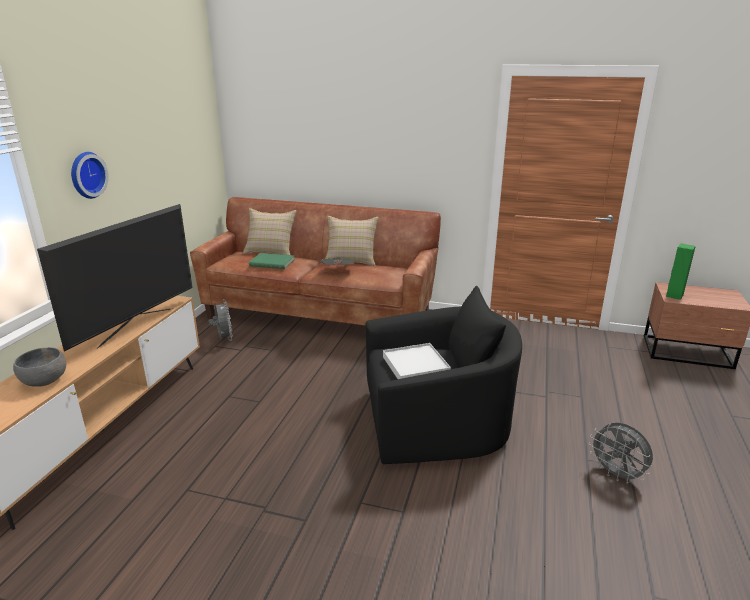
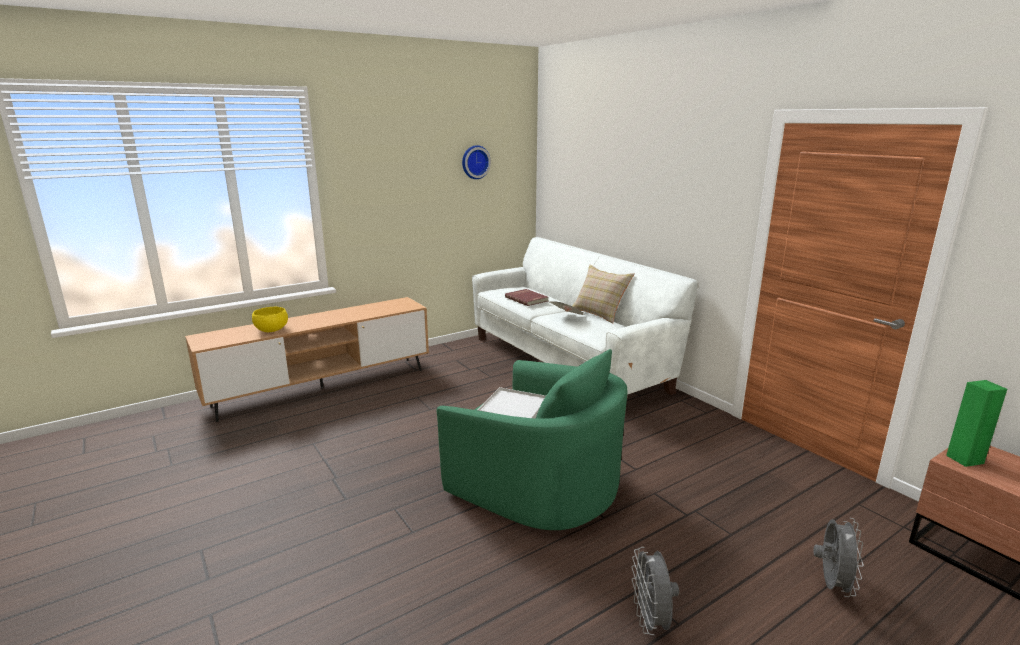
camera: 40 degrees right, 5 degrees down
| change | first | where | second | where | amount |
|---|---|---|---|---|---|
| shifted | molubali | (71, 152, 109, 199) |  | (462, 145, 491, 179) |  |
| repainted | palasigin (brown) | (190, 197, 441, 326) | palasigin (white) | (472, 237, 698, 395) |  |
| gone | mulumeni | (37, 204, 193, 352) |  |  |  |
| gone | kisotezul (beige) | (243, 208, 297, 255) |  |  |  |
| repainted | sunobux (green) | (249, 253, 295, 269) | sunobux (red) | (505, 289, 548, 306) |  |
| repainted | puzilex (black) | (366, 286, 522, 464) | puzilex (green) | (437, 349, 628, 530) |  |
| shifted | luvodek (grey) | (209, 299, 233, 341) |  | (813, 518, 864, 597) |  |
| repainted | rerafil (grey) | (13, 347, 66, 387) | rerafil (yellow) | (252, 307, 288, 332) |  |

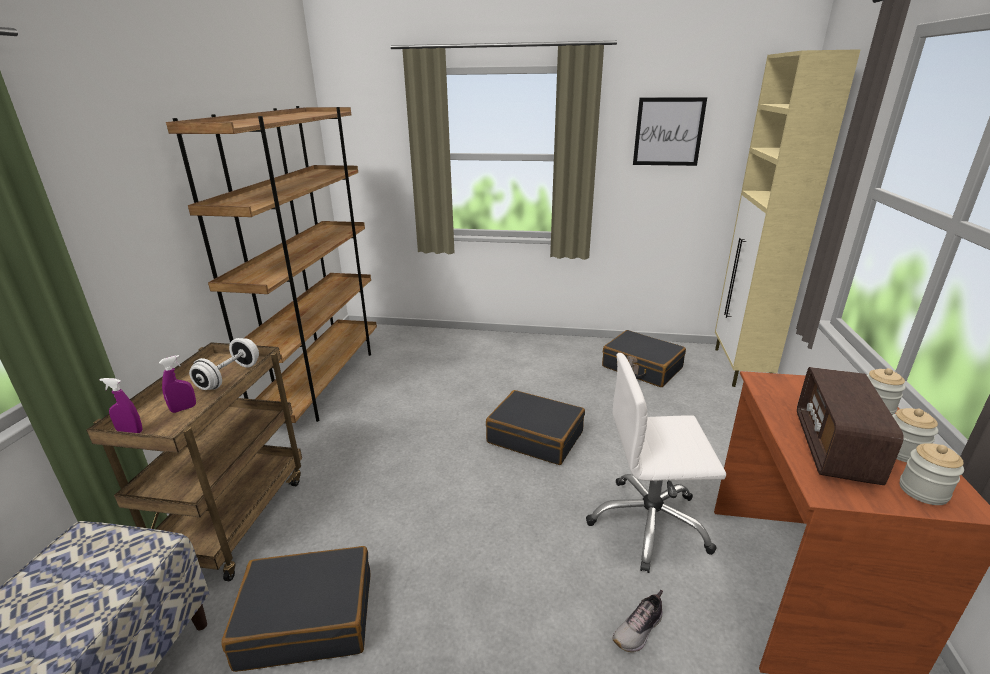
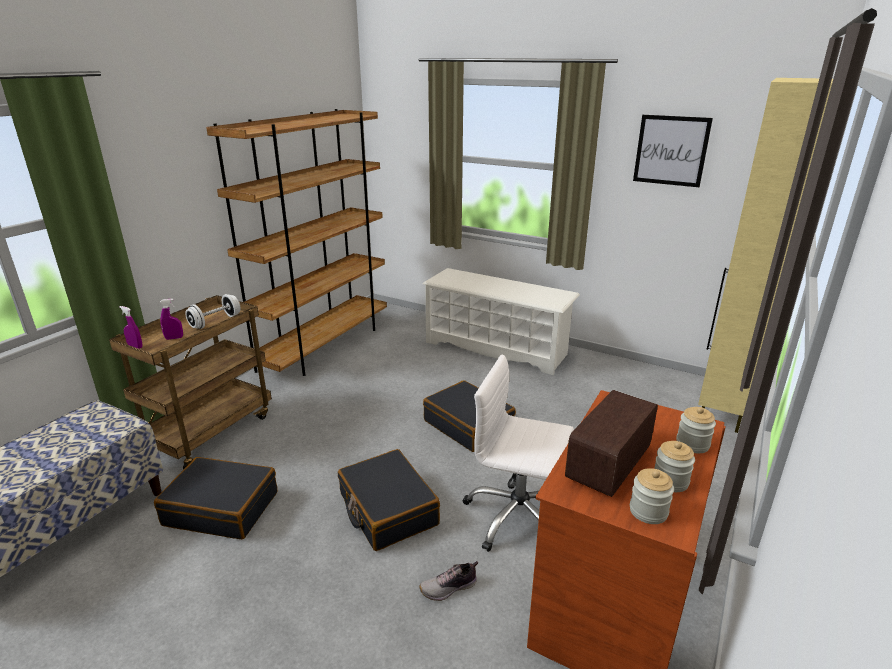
camera: 20 degrees right, 0 degrees up
| change | first | where | second | where | amount |
|---|---|---|---|---|---|
| shifted | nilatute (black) | (602, 330, 686, 387) |  | (338, 449, 440, 551) |  |
| new |  |  | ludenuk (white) | (422, 268, 580, 375) |  |

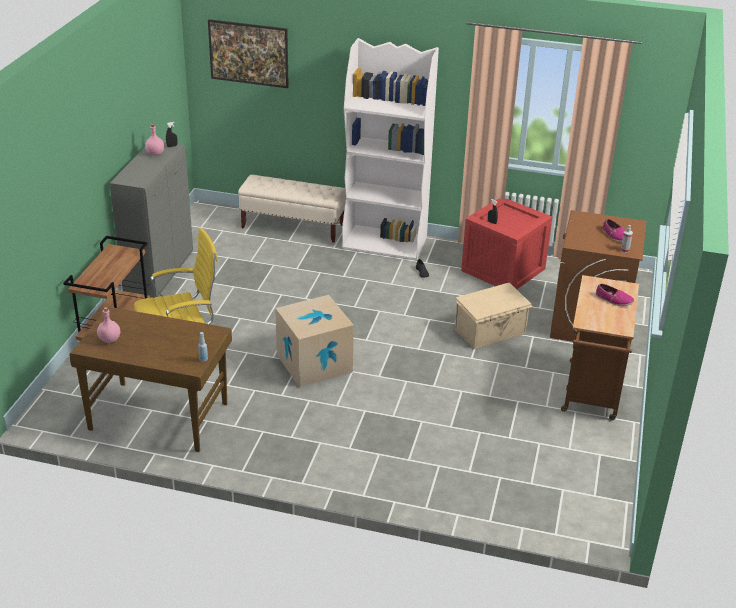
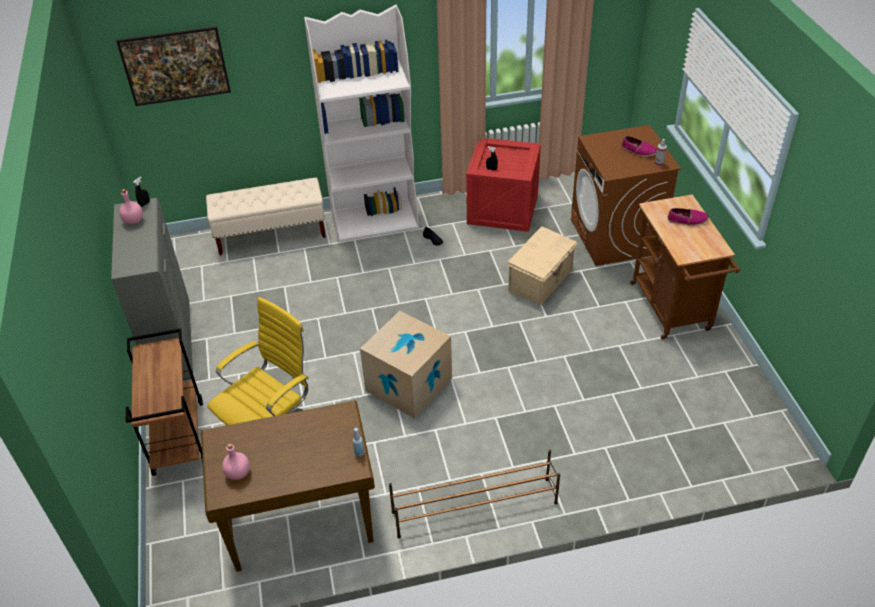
camera: 25 degrees left, 10 degrees up
| change | first | where | second | where | amount |
|---|---|---|---|---|---|
| new |  |  | ludenuk (brown) | (389, 450, 560, 538) |  |

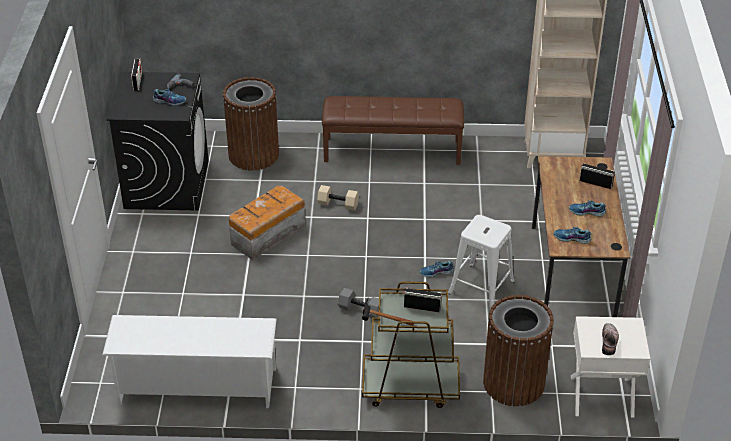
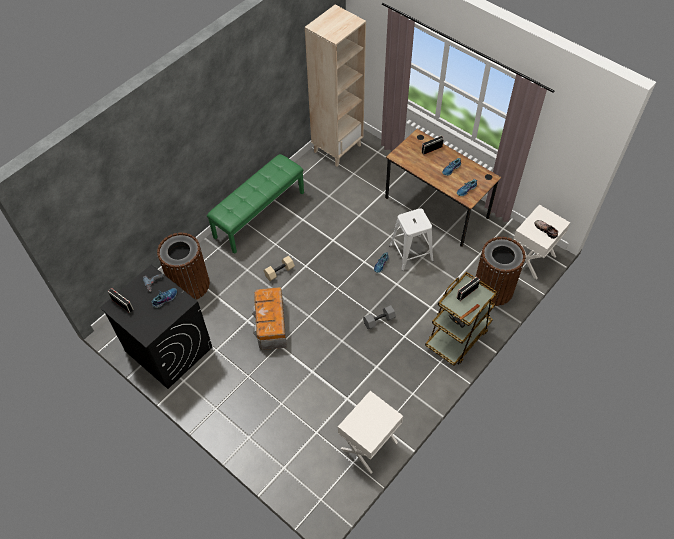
camera: 50 degrees left, 15 degrees up
| change | first | where | second | where | amount |
|---|---|---|---|---|---|
| repainted | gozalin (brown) | (322, 96, 464, 165) | gozalin (green) | (207, 154, 304, 254) |  |
| swapped | ludenuk (white) | (102, 315, 277, 408) | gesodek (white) | (338, 391, 403, 474) |  |

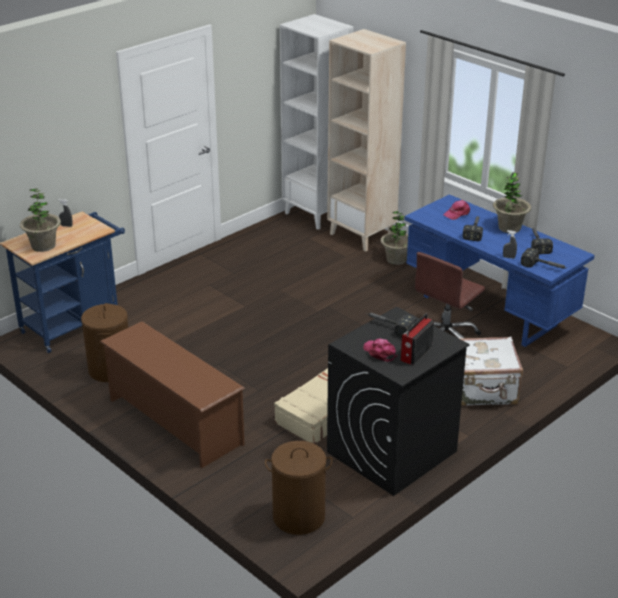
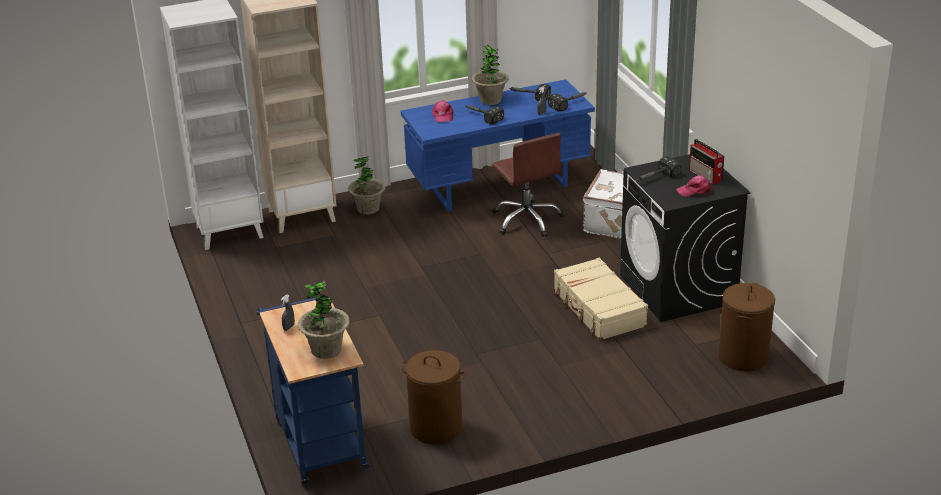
camera: 65 degrees left, 0 degrees up
| change | first | where | second | where | amount |
|---|---|---|---|---|---|
| gone | ludenuk (brown) | (100, 321, 245, 468) |  |  |  |

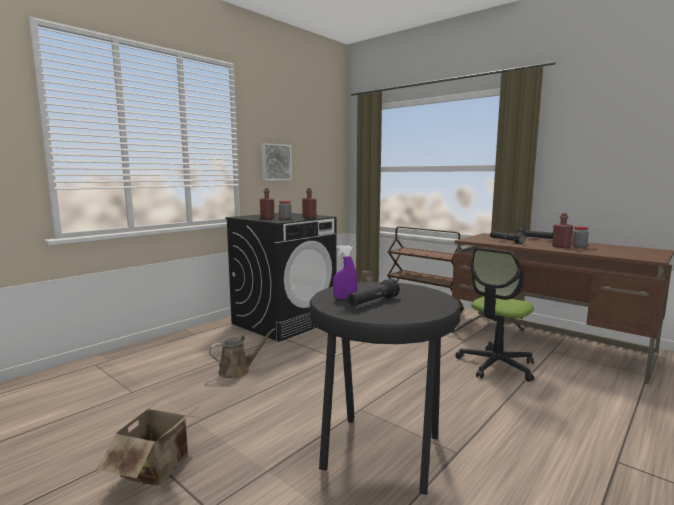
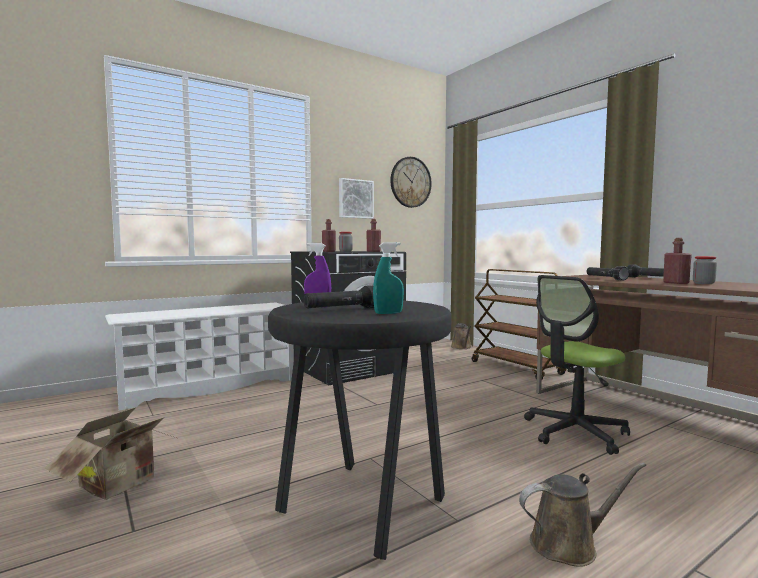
camera: 15 degrees right, 5 degrees down
| change | first | where | second | where | amount |
|---|---|---|---|---|---|
| shifted | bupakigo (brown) | (209, 328, 275, 378) |  | (519, 463, 646, 567) |  |
| new |  |  | molubali | (390, 157, 432, 208) |  |
| new |  |  | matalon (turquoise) | (373, 242, 404, 314) |  |
| new |  |  | ludenuk (white) | (105, 303, 294, 411) |  |

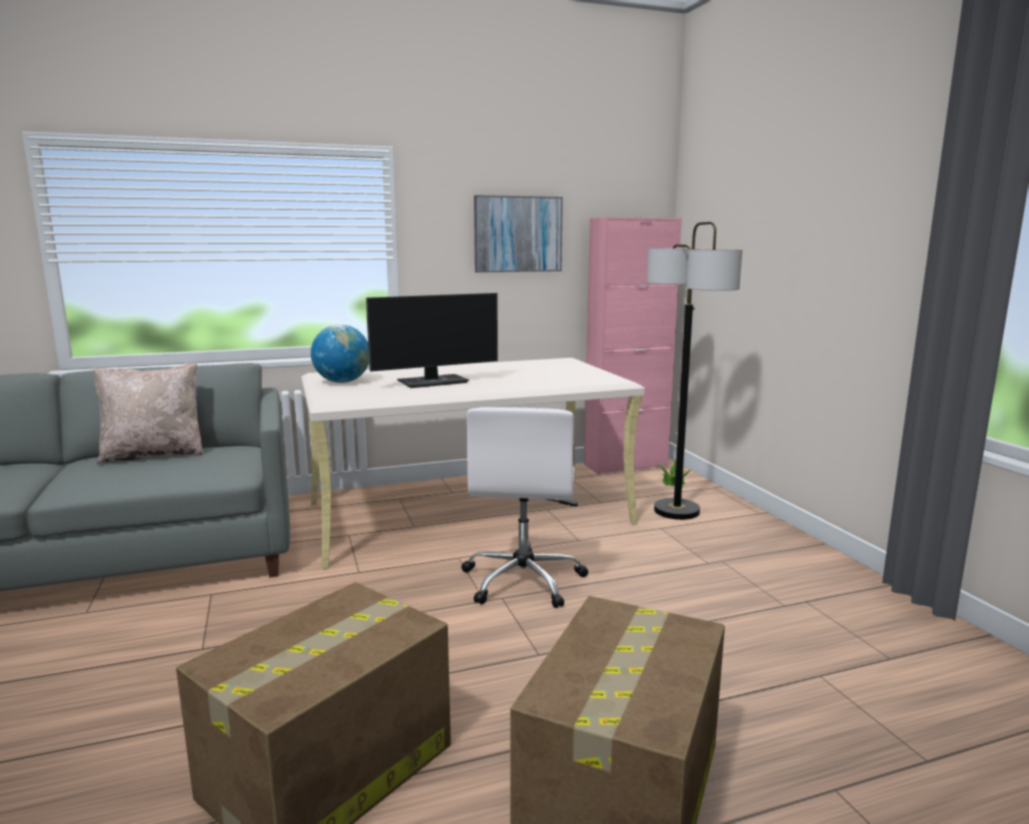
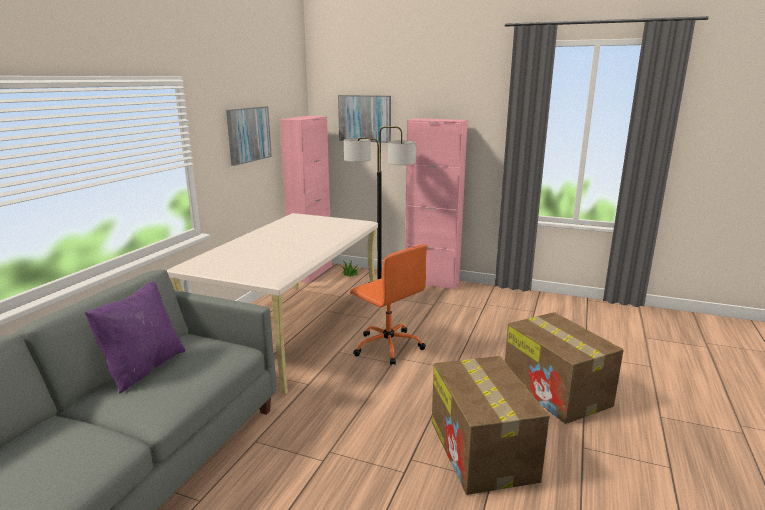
camera: 50 degrees left, 5 degrees up
| change | first | where | second | where | amount |
|---|---|---|---|---|---|
| gone | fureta | (366, 293, 498, 388) |  |  |  |
| gone | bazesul | (311, 324, 369, 383) |  |  |  |
| repainted | kisotezul (beige) | (93, 363, 204, 464) | kisotezul (purple) | (85, 281, 185, 394) |  |
| repainted | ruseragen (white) | (461, 407, 588, 608) | ruseragen (orange) | (350, 244, 427, 365) |  |
| new |  |  | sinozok | (338, 95, 391, 143) |  |
| new |  |  | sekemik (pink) | (405, 118, 468, 290) |  |

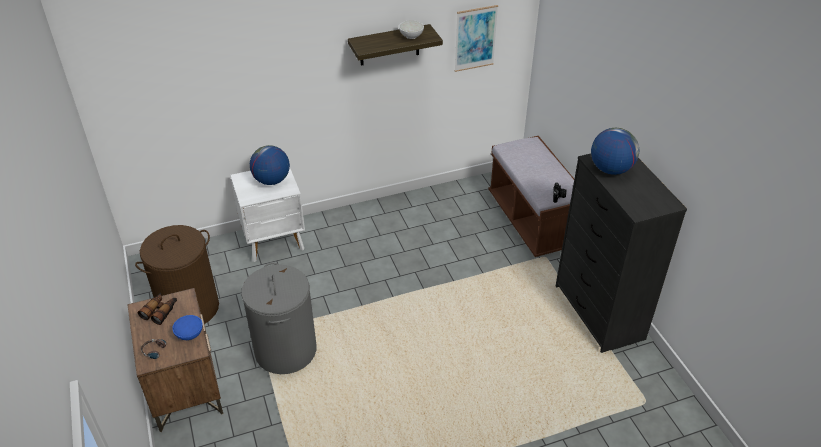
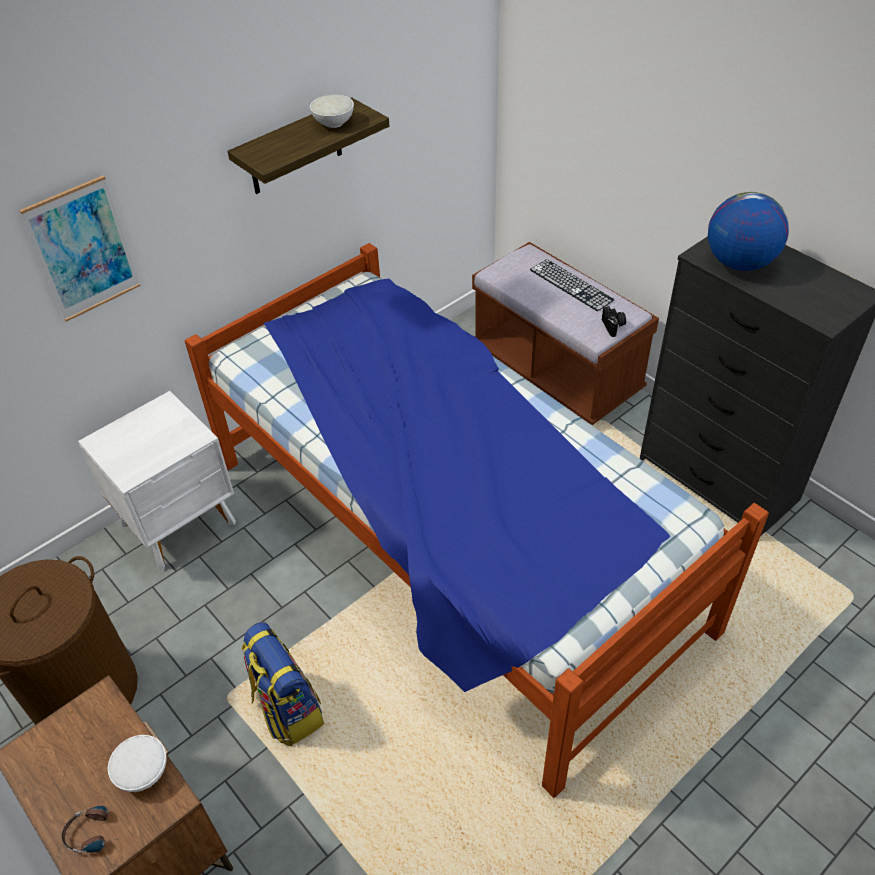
camera: 20 degrees left, 5 degrees up
| change | first | where | second | where | amount |
|---|---|---|---|---|---|
| shifted | sinozok | (455, 5, 498, 72) |  | (19, 175, 141, 322) |  |
| gone | bazesul | (250, 145, 290, 185) |  |  |  |
| swapped | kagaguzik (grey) | (241, 262, 316, 374) | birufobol | (241, 622, 324, 746) |  |
| gone | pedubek | (138, 292, 177, 325) |  |  |  |
| repainted | rerafil (blue) | (172, 315, 203, 340) | rerafil (white) | (108, 735, 167, 792) |  |
| new |  |  | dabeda | (185, 243, 769, 798) |  |
| new |  |  | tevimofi | (530, 259, 614, 311) |  |

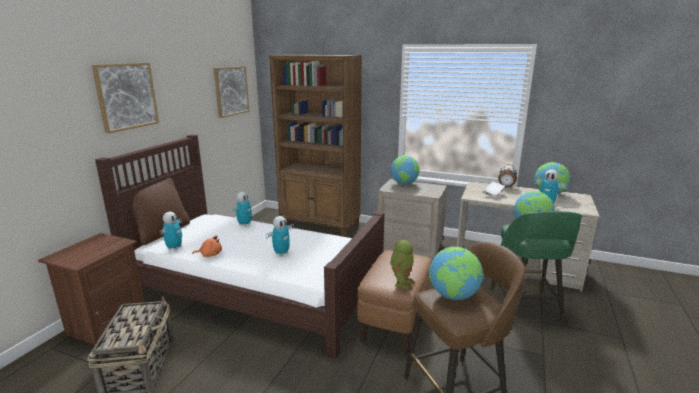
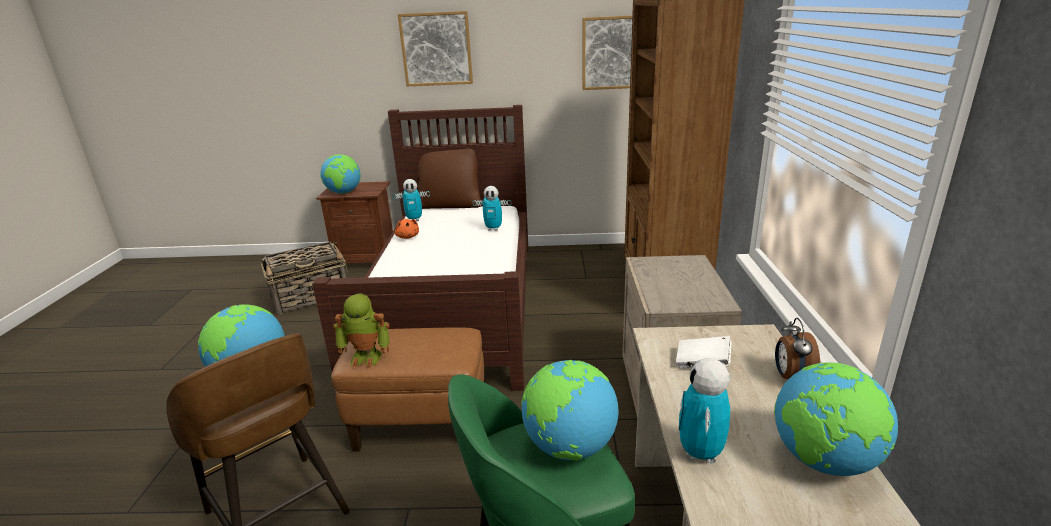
camera: 70 degrees right, 5 degrees up
| change | first | where | second | where | amount |
|---|---|---|---|---|---|
| shifted | bazesul | (391, 156, 420, 185) |  | (320, 154, 361, 194) |  |
| gone | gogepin | (266, 216, 294, 256) |  |  |  |

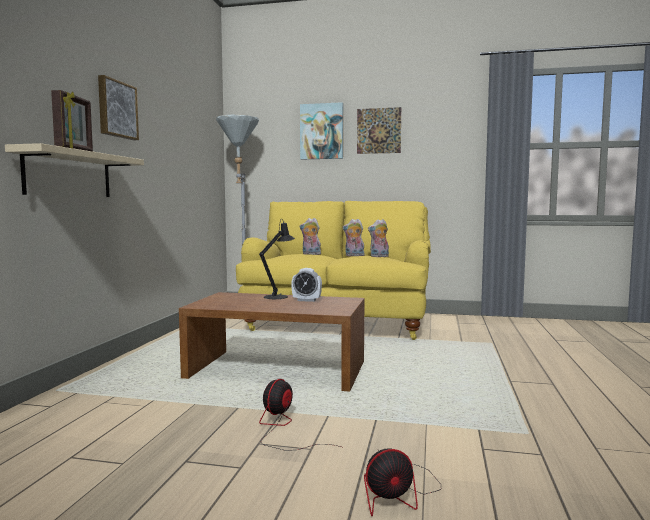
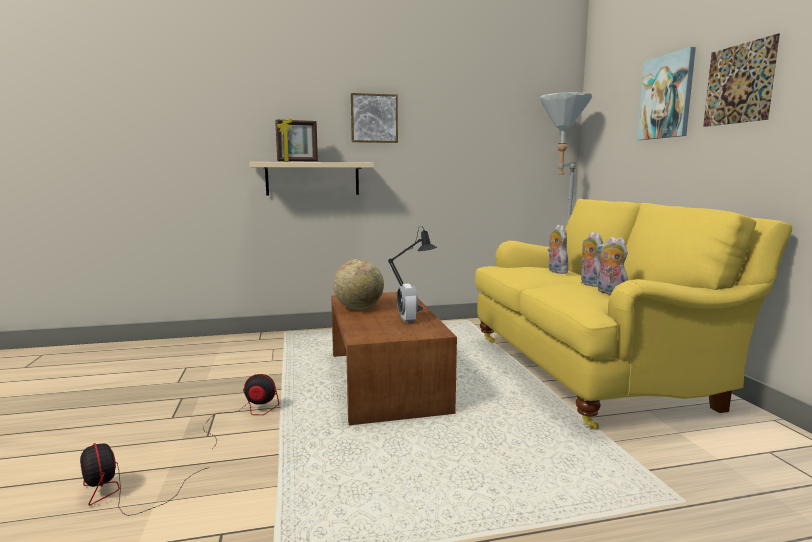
camera: 65 degrees right, 5 degrees up
| change | first | where | second | where | amount |
|---|---|---|---|---|---|
| new |  |  | bazesul | (333, 259, 384, 310) |  |

